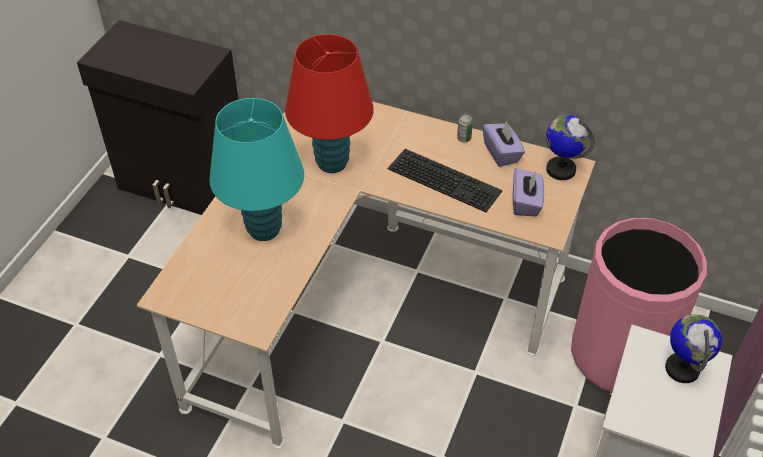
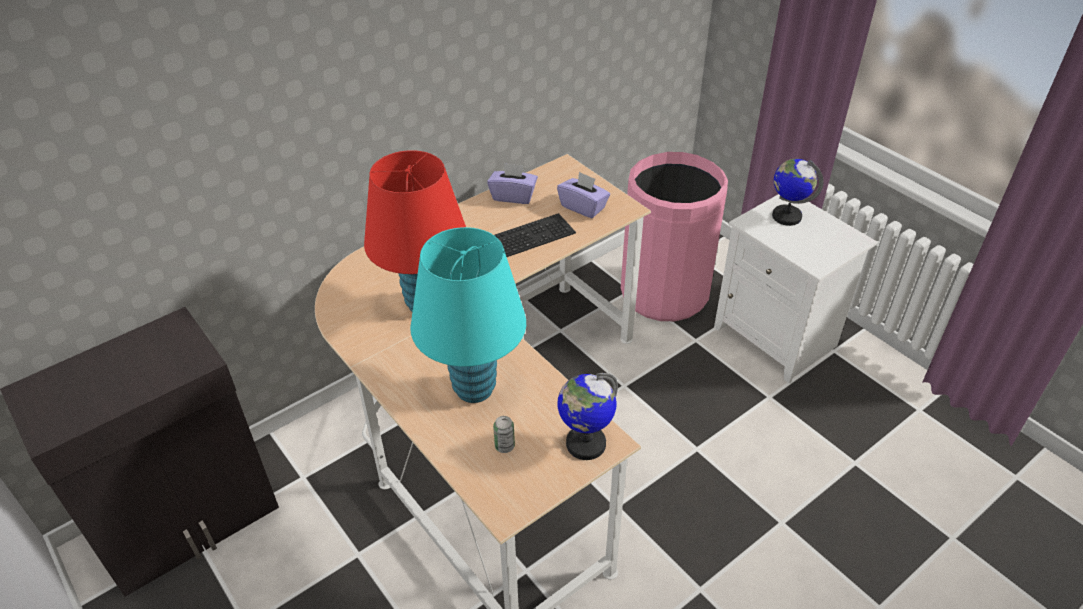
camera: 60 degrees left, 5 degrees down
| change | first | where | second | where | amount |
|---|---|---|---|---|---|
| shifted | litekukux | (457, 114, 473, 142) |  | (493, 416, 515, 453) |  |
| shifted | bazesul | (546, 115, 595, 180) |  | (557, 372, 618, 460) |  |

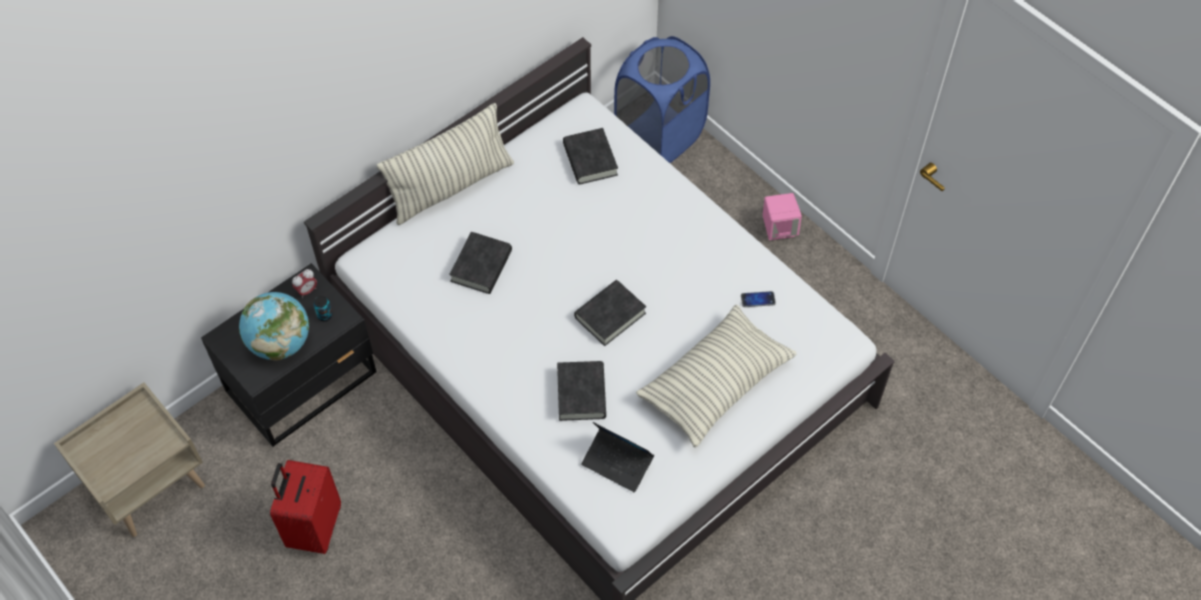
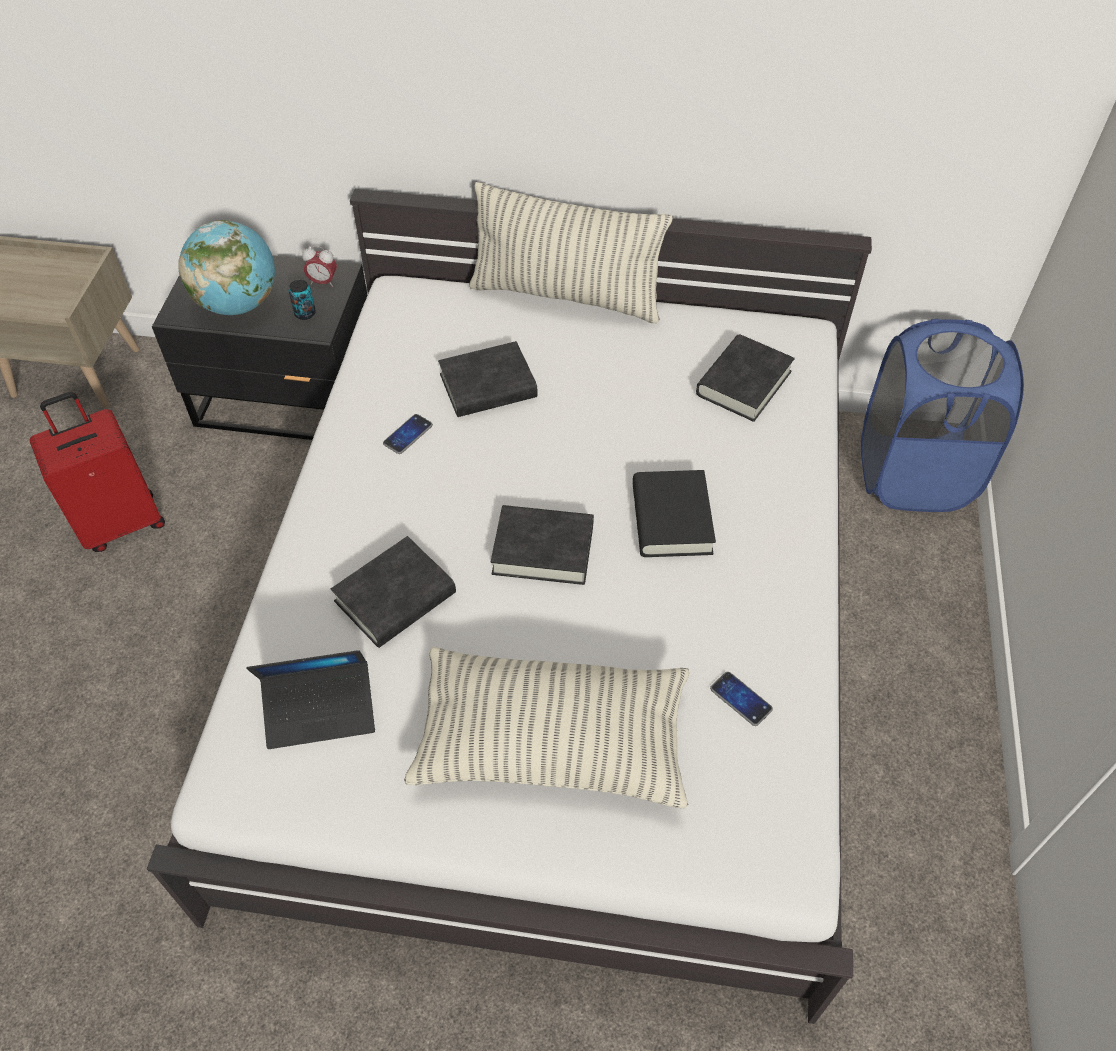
camera: 50 degrees right, 5 degrees down
| change | first | where | second | where | amount |
|---|---|---|---|---|---|
| gone | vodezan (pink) | (763, 193, 802, 240) |  |  |  |
| rotated | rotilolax | (581, 422, 654, 492) |  | (246, 650, 375, 749) | 90 degrees counterclockwise |
| new |  |  | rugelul | (383, 414, 433, 454) |  |
| new |  |  | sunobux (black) | (632, 470, 716, 557) |  |

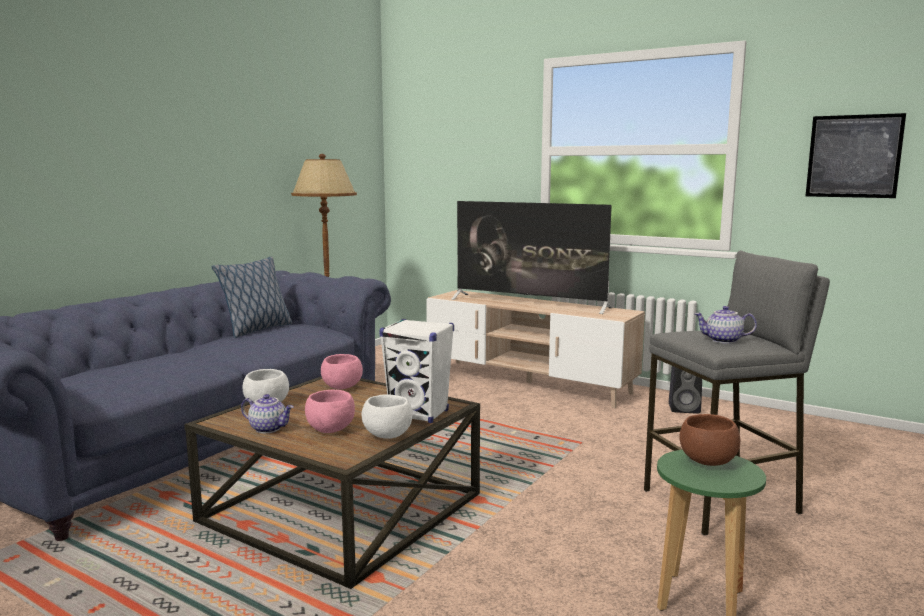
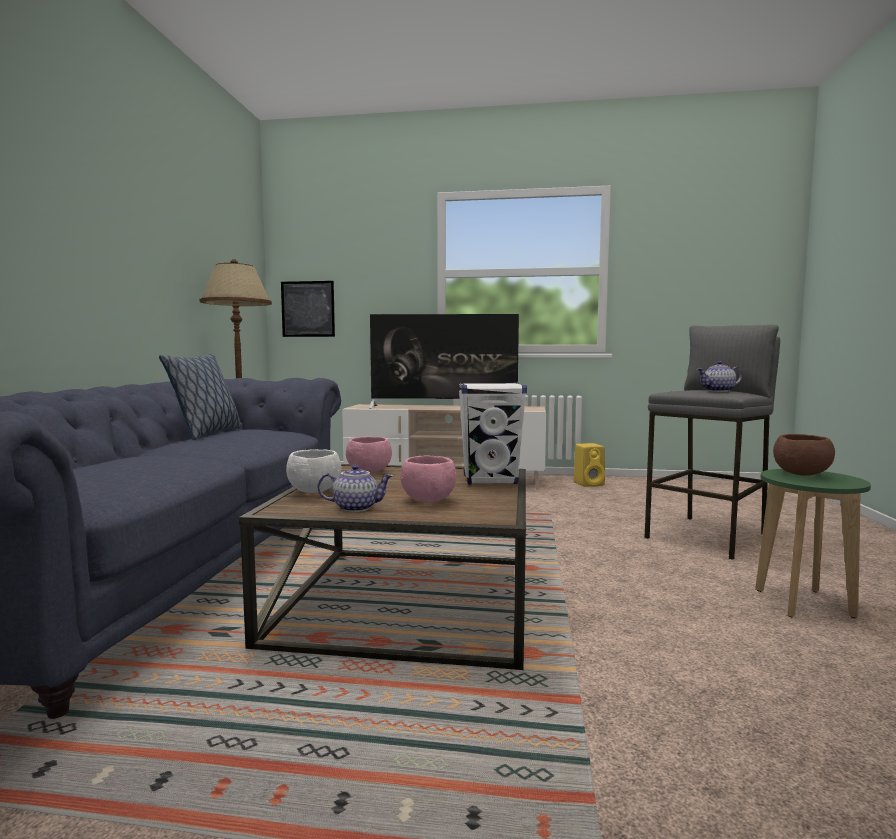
camera: 25 degrees left, 5 degrees down
| change | first | where | second | where | amount |
|---|---|---|---|---|---|
| shifted | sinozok | (806, 113, 906, 198) |  | (281, 281, 335, 337) |  |
| repainted | vodezan (black) | (669, 366, 702, 414) | vodezan (yellow) | (574, 443, 605, 487) |  |
| gone | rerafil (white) | (362, 394, 412, 439) |  |  |  |

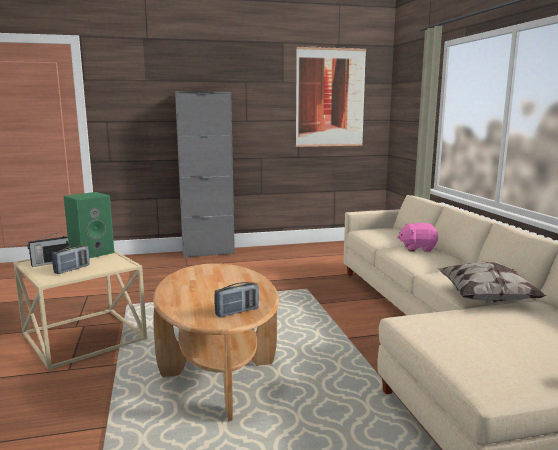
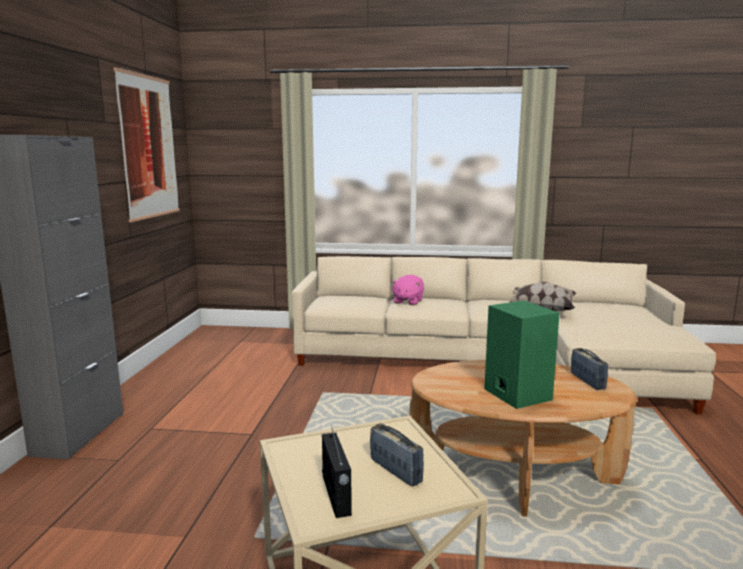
camera: 70 degrees left, 0 degrees up
| change | first | where | second | where | amount |
|---|---|---|---|---|---|
| shifted | vodezan (green) | (63, 192, 114, 258) |  | (484, 301, 560, 409) |  |

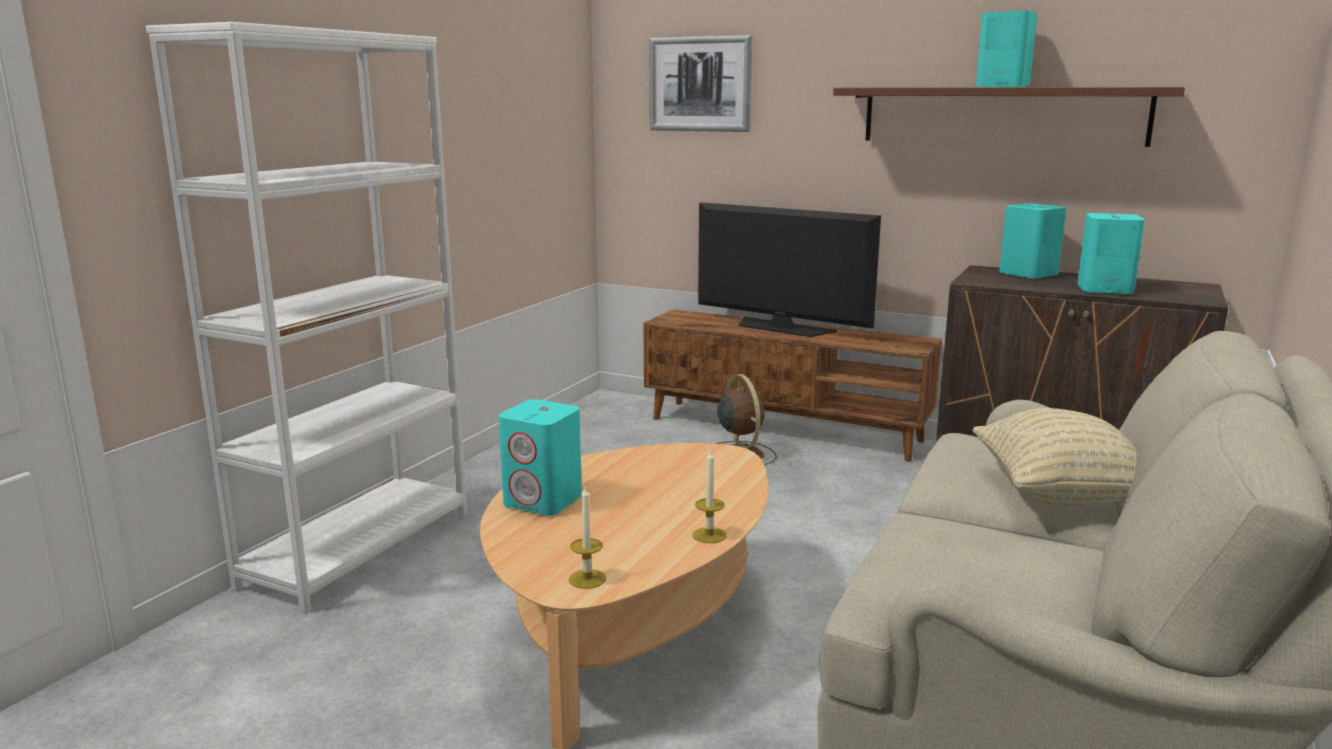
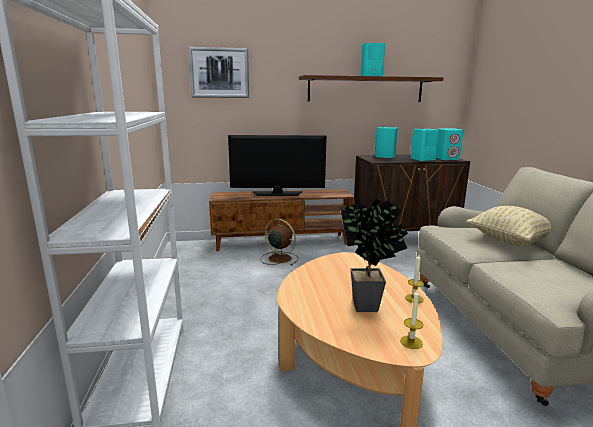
camera: 35 degrees left, 0 degrees up
| change | first | where | second | where | amount |
|---|---|---|---|---|---|
| shifted | vodezan (turquoise) | (499, 399, 582, 516) |  | (436, 128, 464, 160) |  |
| new |  |  | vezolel | (341, 199, 408, 312) |  |

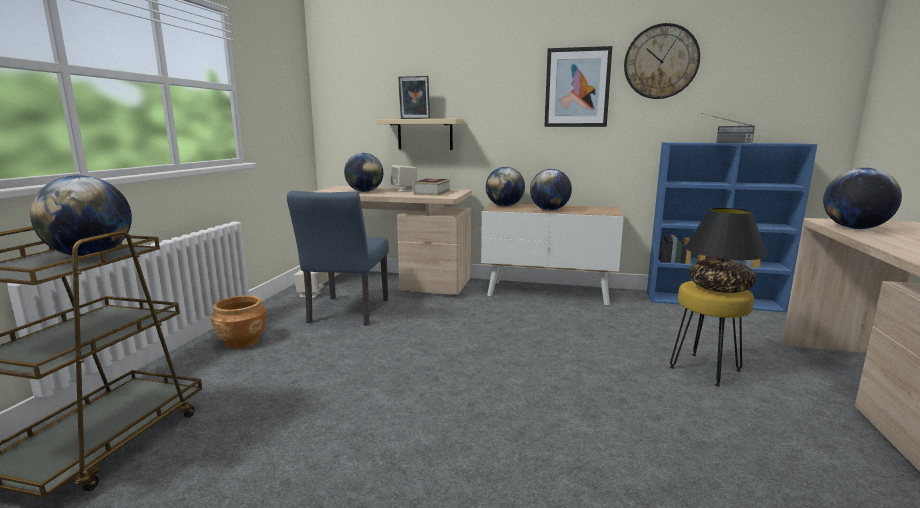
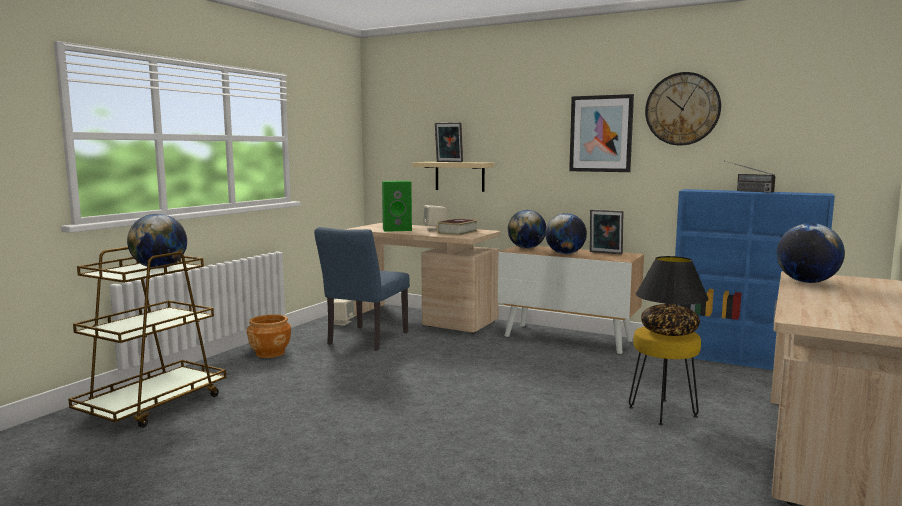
camera: 15 degrees right, 5 degrees down
| change | first | where | second | where | amount |
|---|---|---|---|---|---|
| swapped | bazesul | (344, 153, 383, 192) | vodezan (green) | (382, 180, 412, 232) |  |
| new |  |  | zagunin | (590, 210, 624, 254) |  |

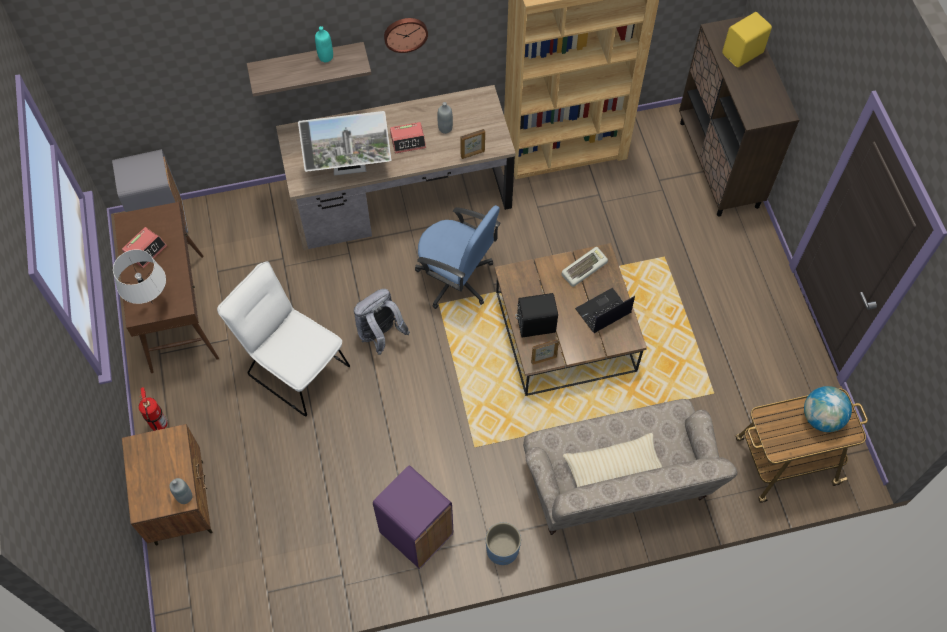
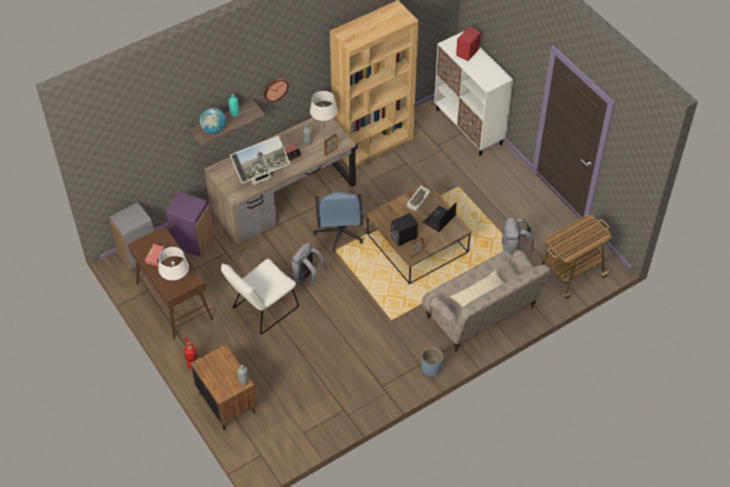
camera: 20 degrees left, 10 degrees down
| change | first | where | second | where | amount |
|---|---|---|---|---|---|
| repainted | vodezan (yellow) | (722, 12, 772, 68) | vodezan (red) | (456, 27, 481, 61) |  |
| repainted | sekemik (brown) | (679, 16, 799, 216) | sekemik (white) | (434, 31, 513, 156) |  |
| rotated | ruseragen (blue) | (415, 205, 500, 309) |  | (313, 192, 364, 253) | 75 degrees clockwise |
| rotated | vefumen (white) | (217, 261, 350, 417) |  | (221, 259, 299, 334) | 60 degrees counterclockwise |
| shifted | bazesul | (804, 386, 852, 432) |  | (199, 107, 226, 134) |  |
| shifted | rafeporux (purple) | (373, 465, 453, 569) |  | (166, 192, 214, 257) |  |
| new |  |  | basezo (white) | (310, 91, 338, 128) |  |
| new |  |  | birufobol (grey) | (501, 218, 534, 255) |  |

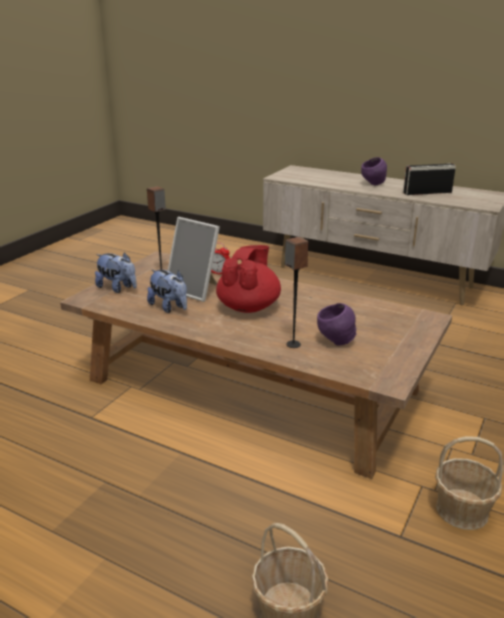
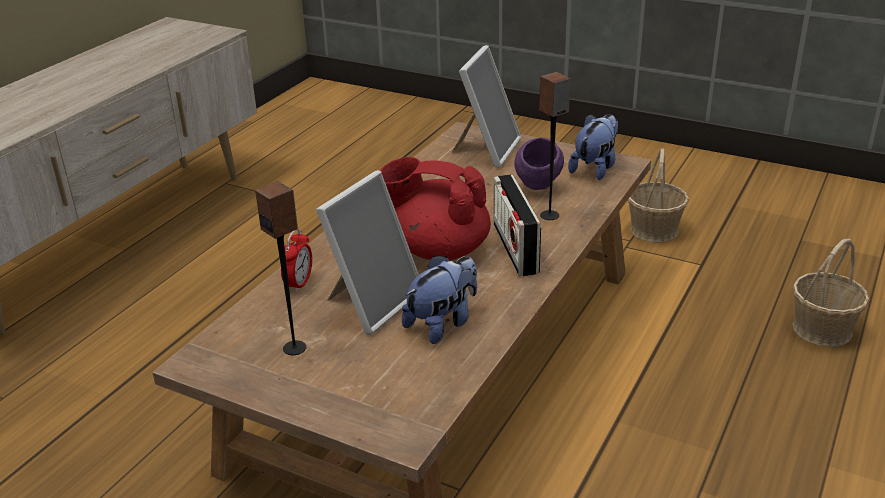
camera: 90 degrees left, 5 degrees up
| change | first | where | second | where | amount |
|---|---|---|---|---|---|
| gone | rerafil (purple) | (361, 157, 387, 185) |  |  |  |
| shifted | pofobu | (403, 163, 456, 195) |  | (494, 175, 541, 276) |  |
| shifted | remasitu | (95, 252, 137, 293) |  | (568, 114, 618, 180) |  |
| new |  |  | zagunin | (452, 45, 521, 168) |  |

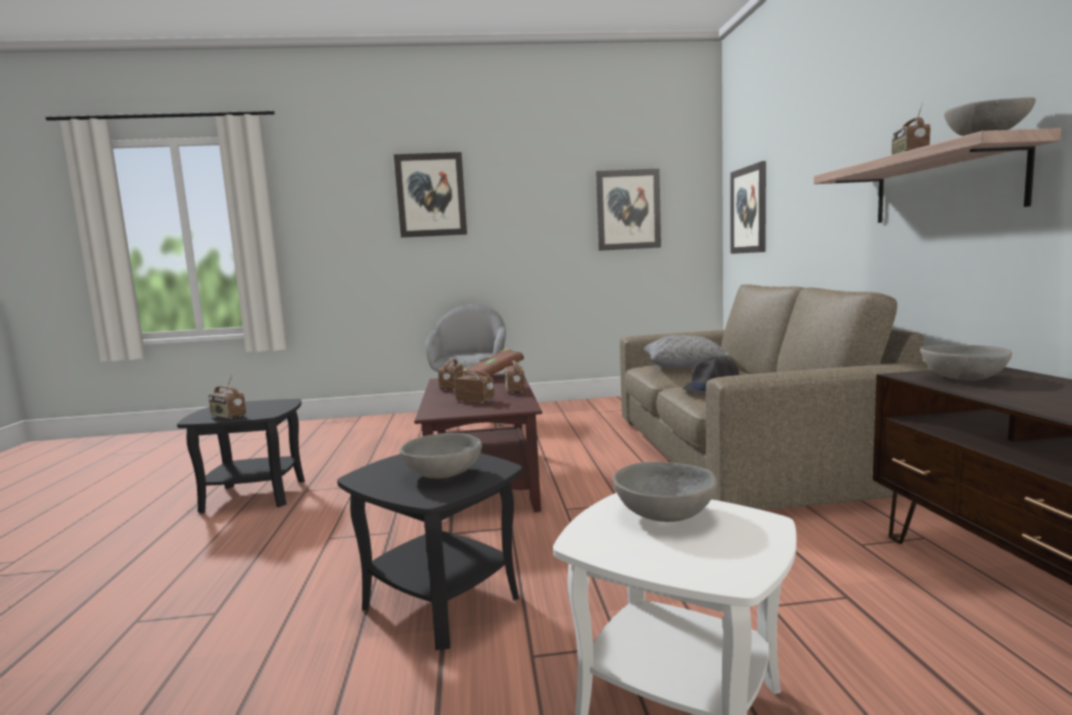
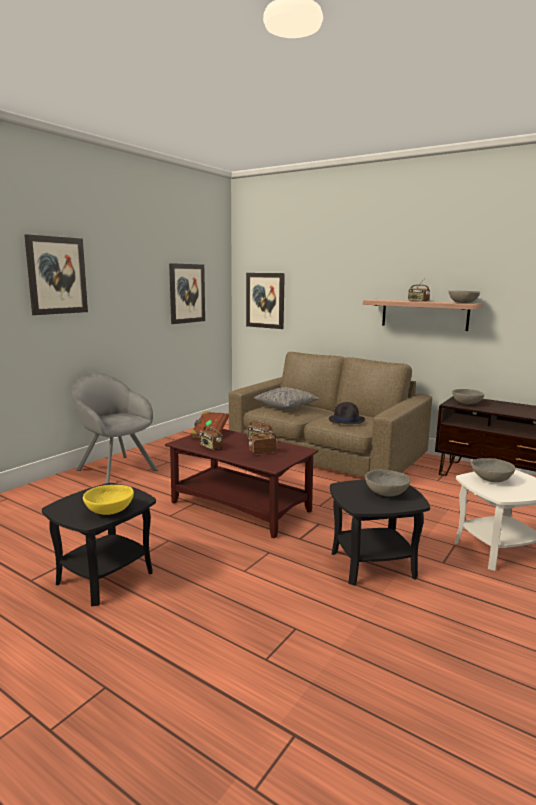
camera: 50 degrees left, 5 degrees up
| change | first | where | second | where | amount |
|---|---|---|---|---|---|
| swapped | pofobu | (208, 373, 246, 419) | rerafil (yellow) | (83, 485, 134, 515) |  |

